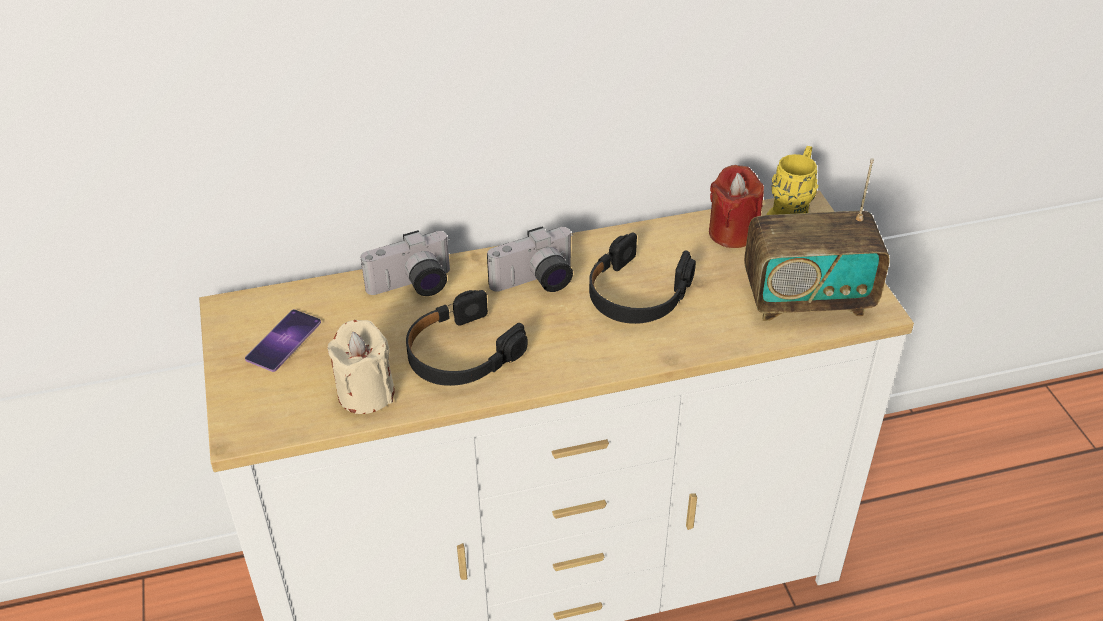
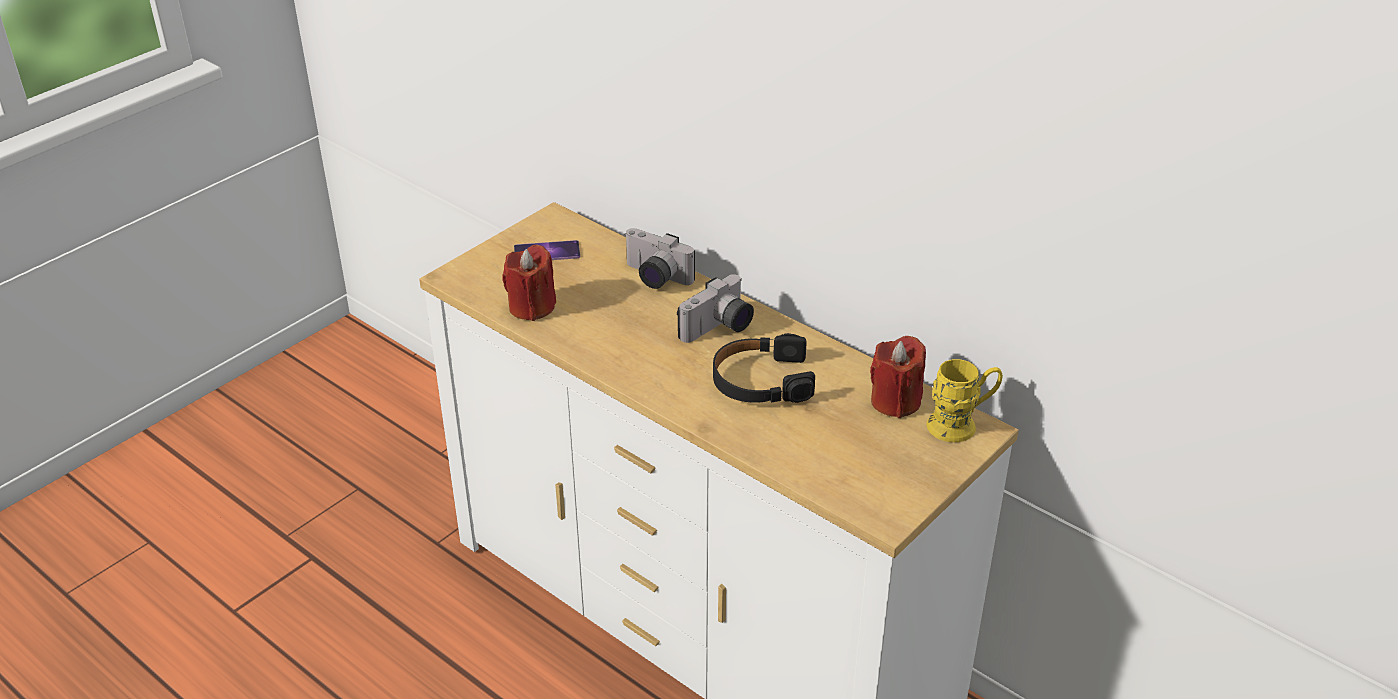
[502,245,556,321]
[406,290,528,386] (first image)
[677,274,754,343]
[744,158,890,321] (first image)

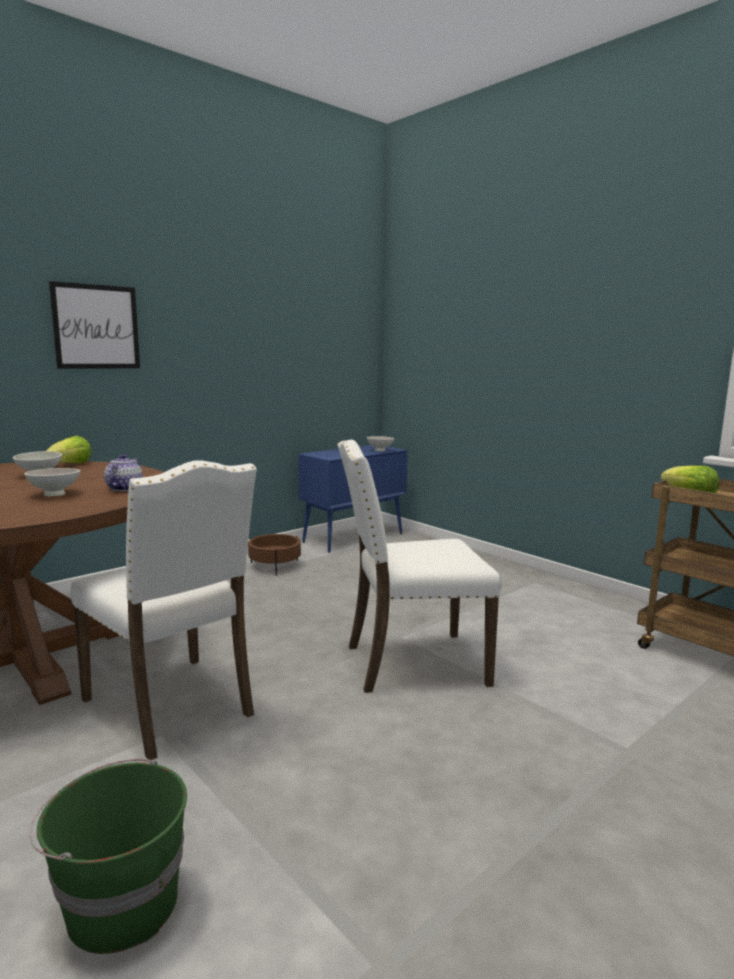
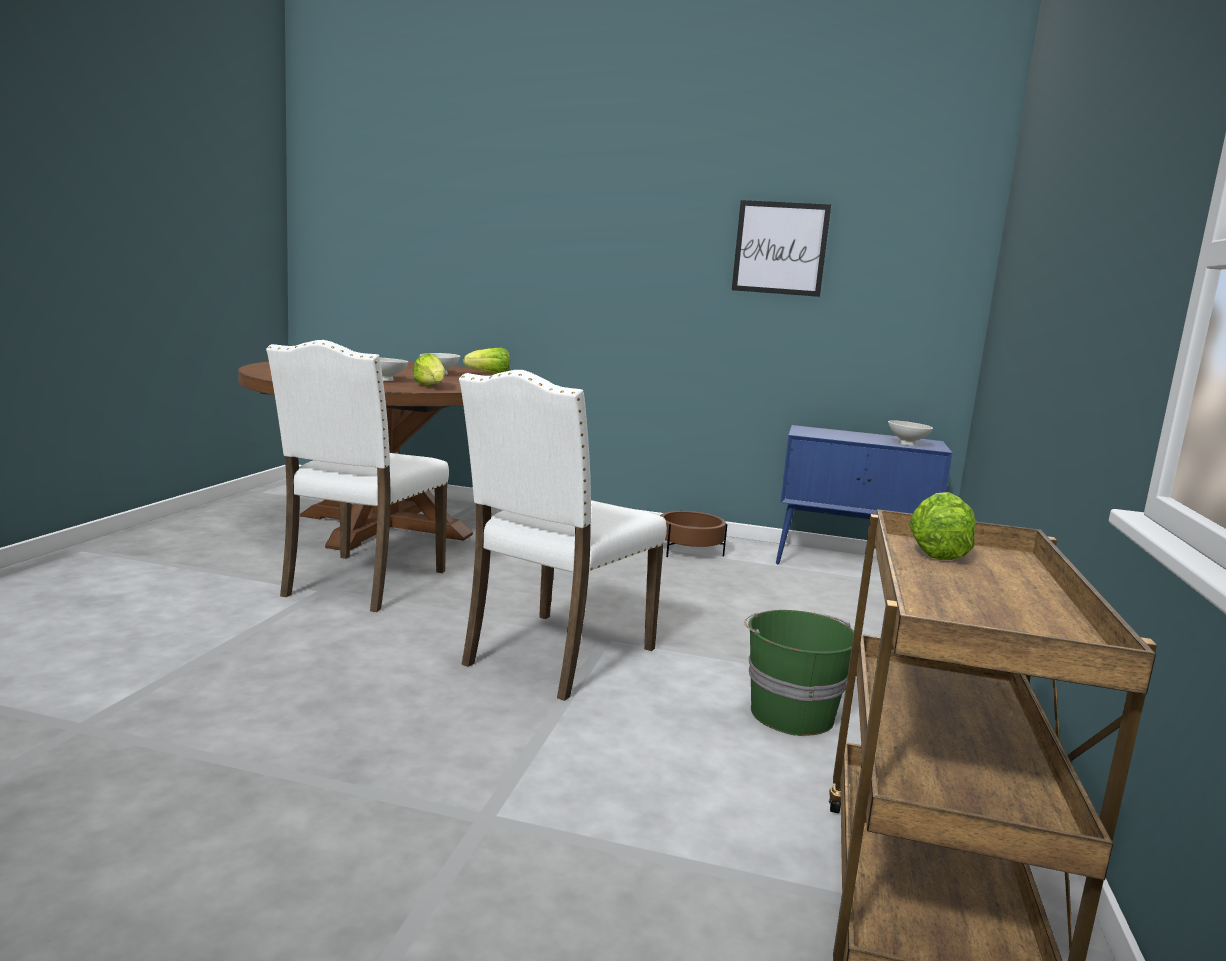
[744,610,854,736]
[732,200,831,297]
[413,353,445,385]
[459,370,667,701]

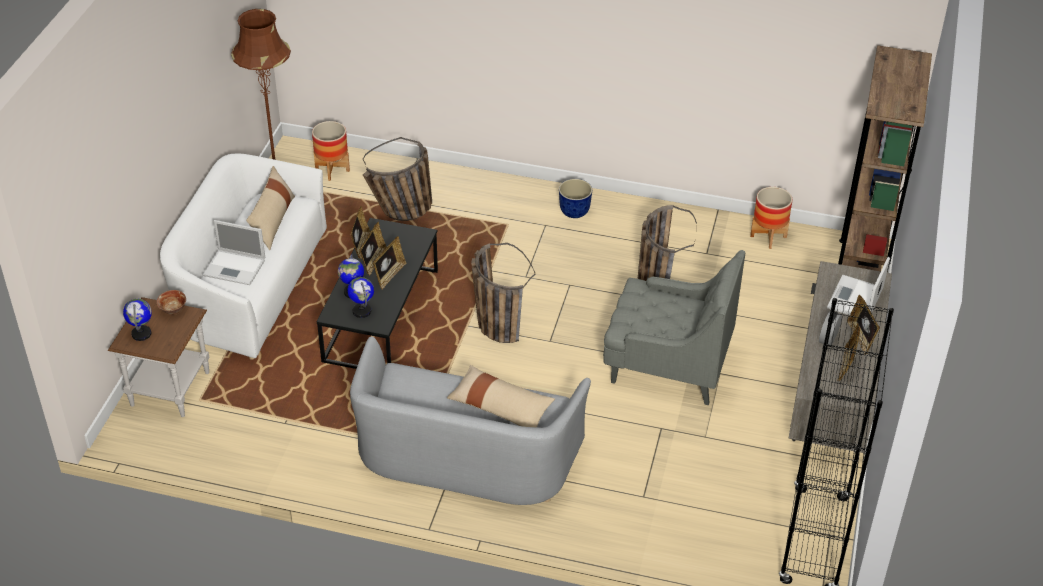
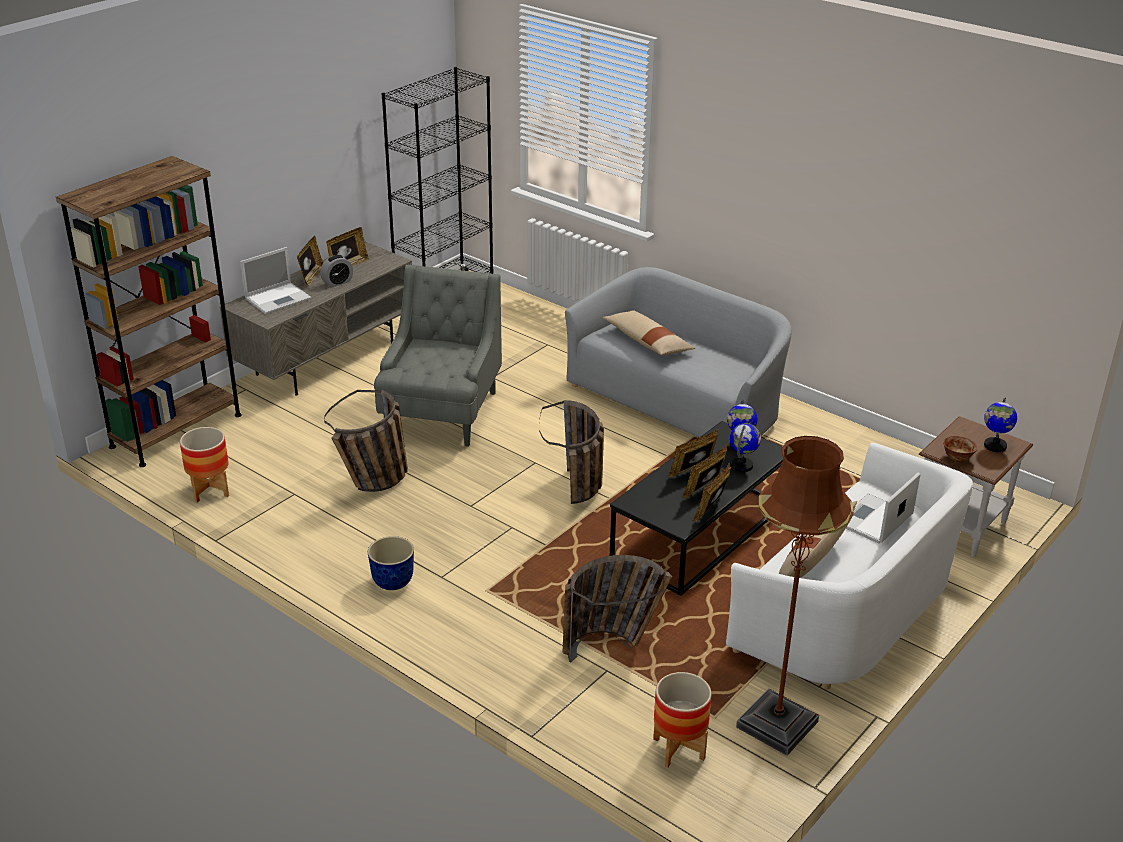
[846,472,921,544]
[374,265,502,447]

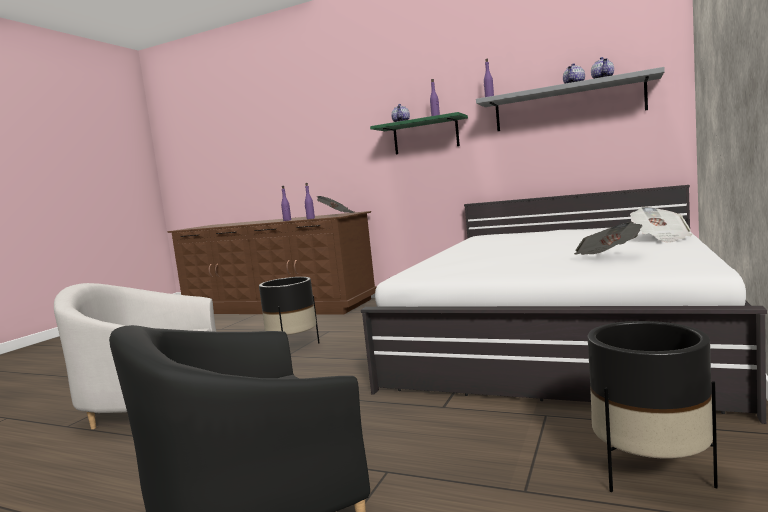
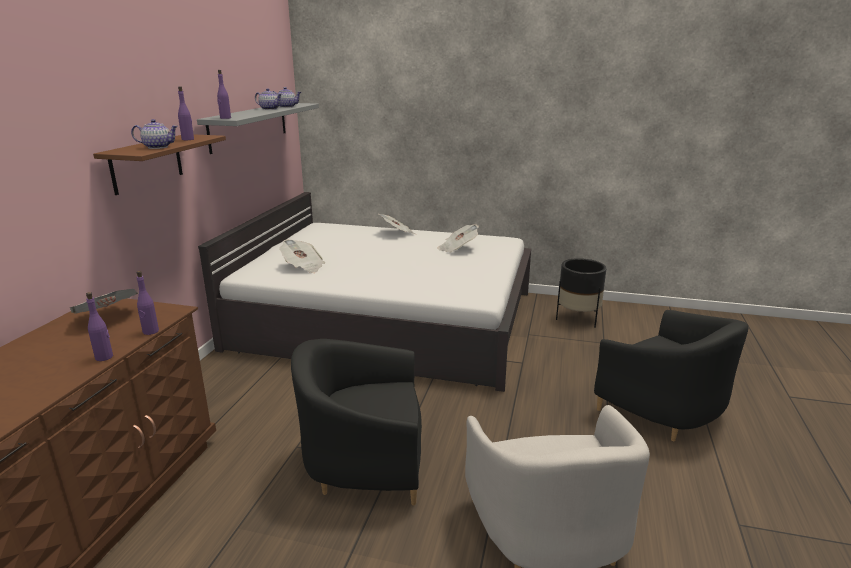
[291,339,422,505]
[93,134,226,195]
[279,239,325,273]

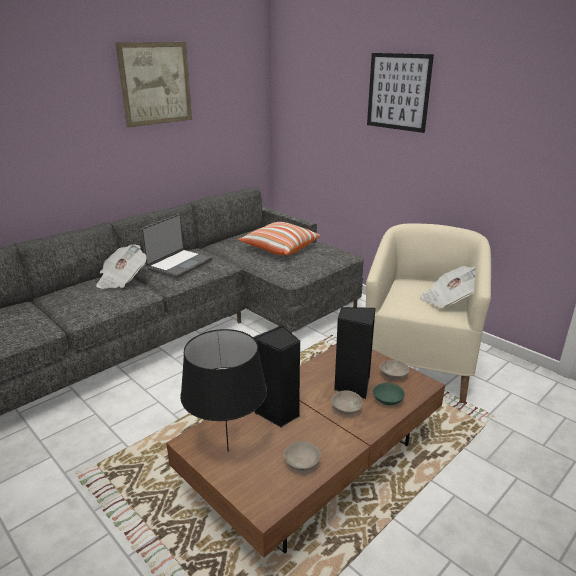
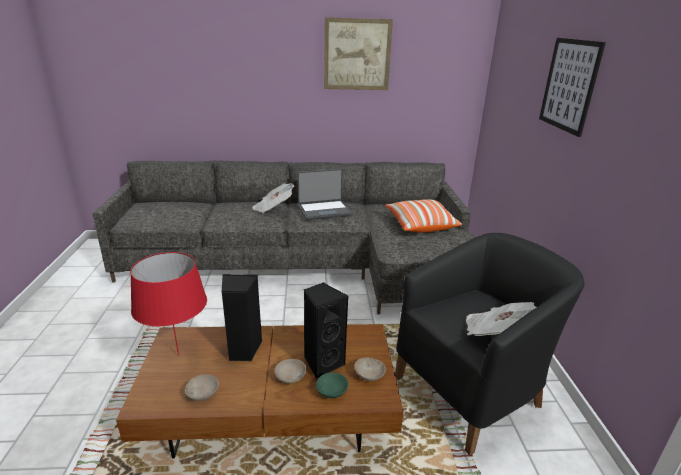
[130,252,207,356]
[395,233,584,455]

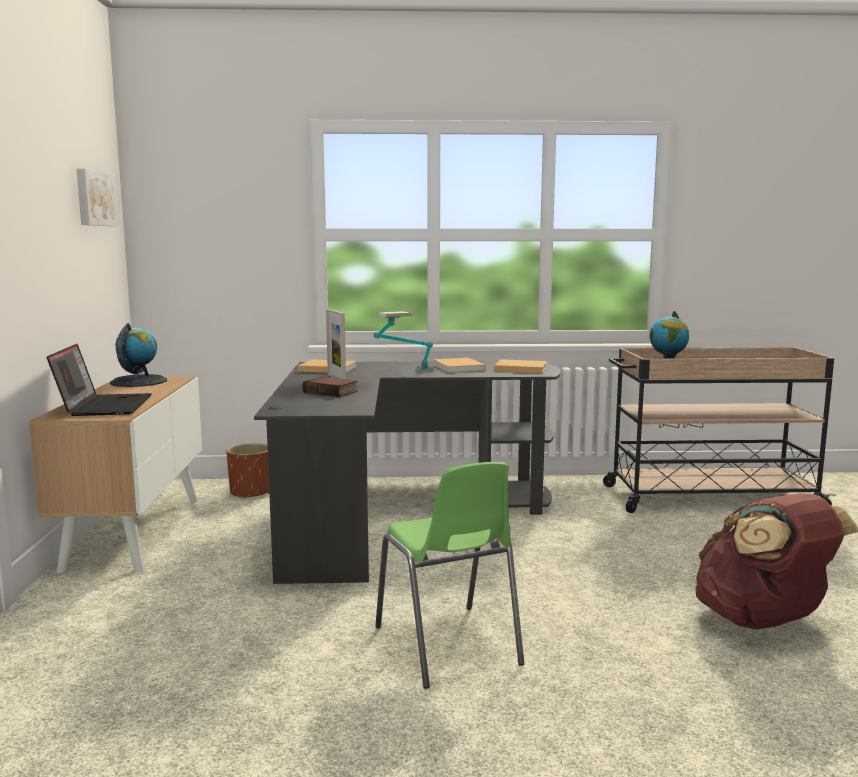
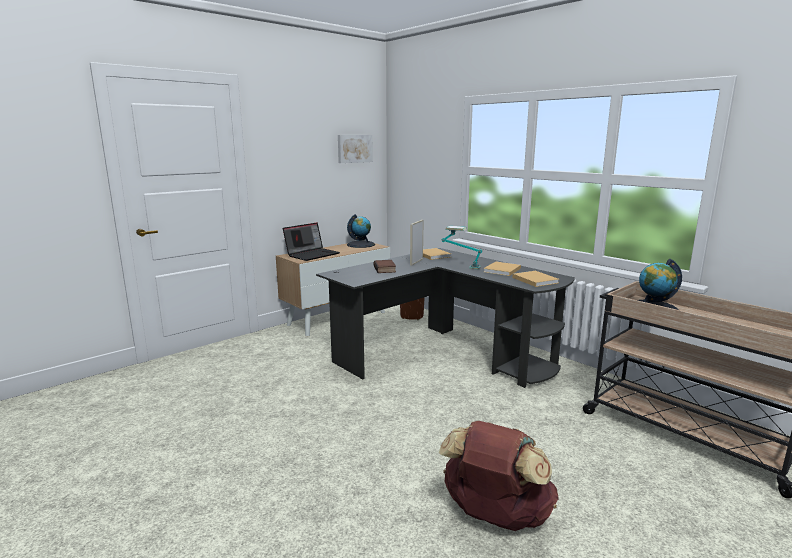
[375,462,524,689] (first image)

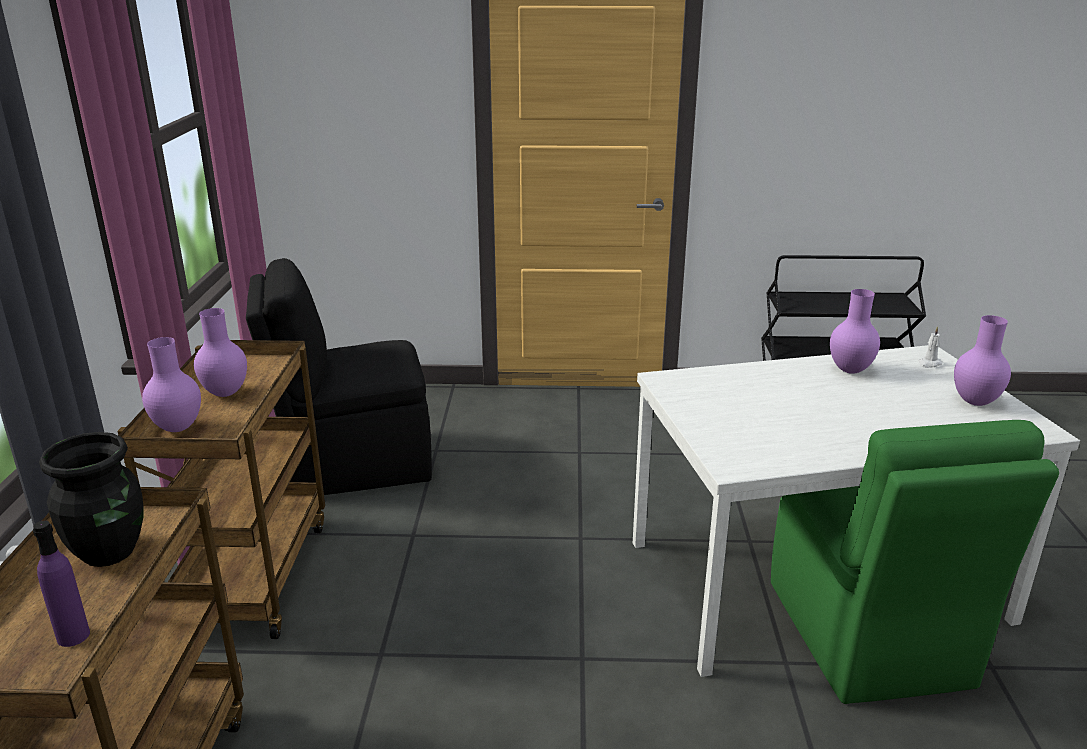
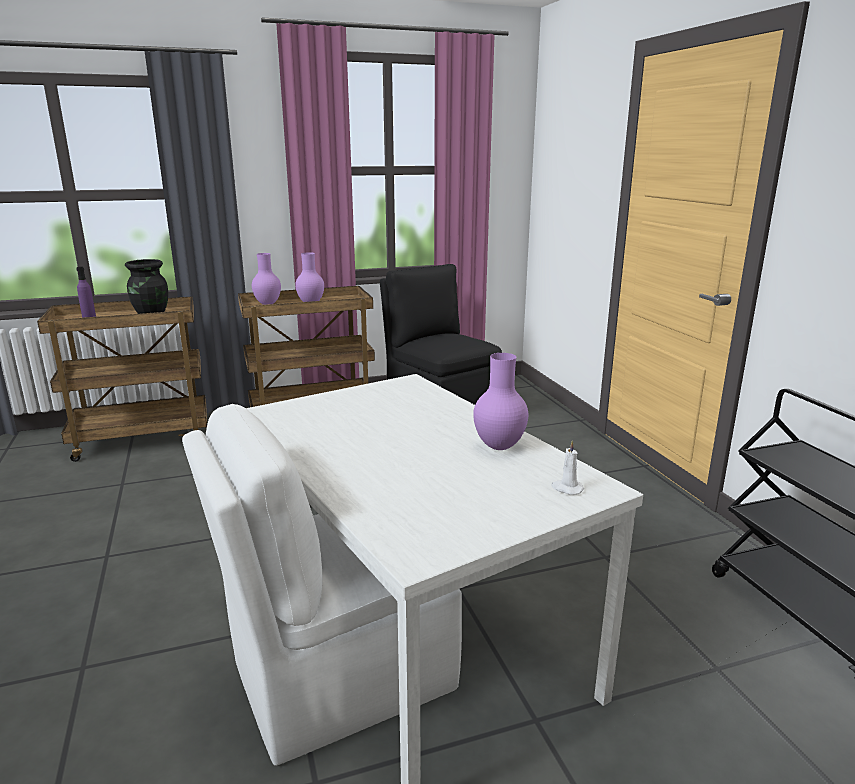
[182,404,462,766]
[954,315,1011,406] (first image)

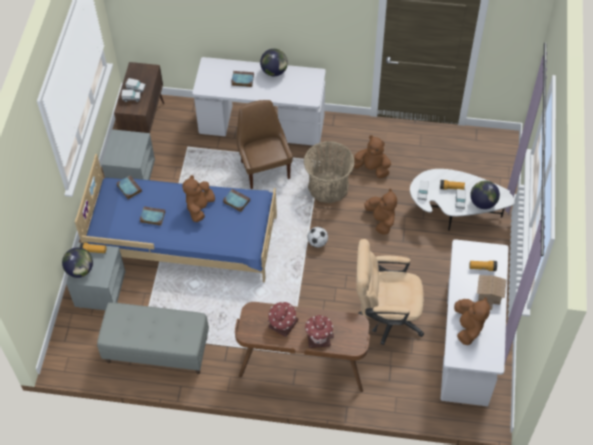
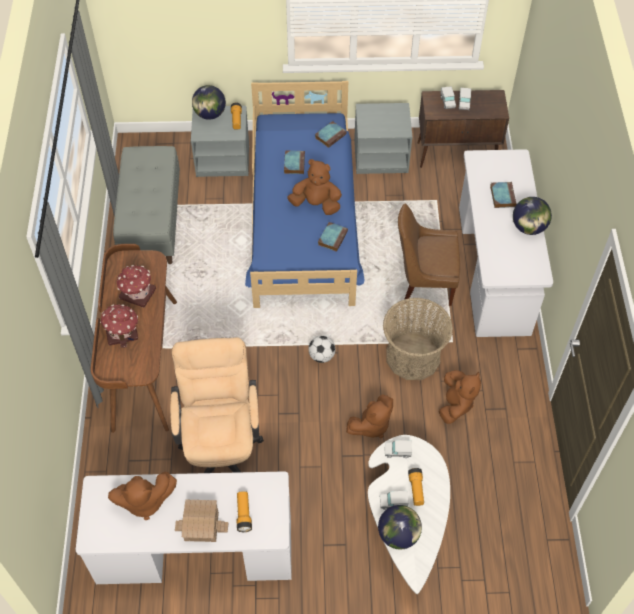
[398,204,460,306]

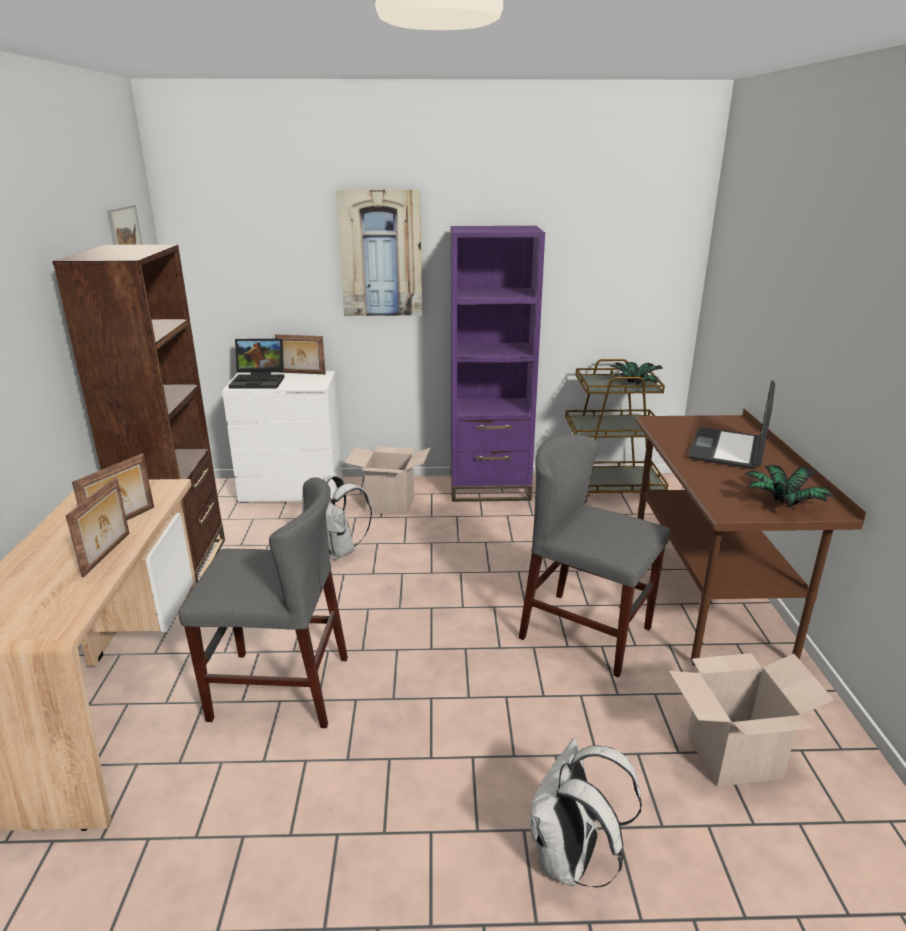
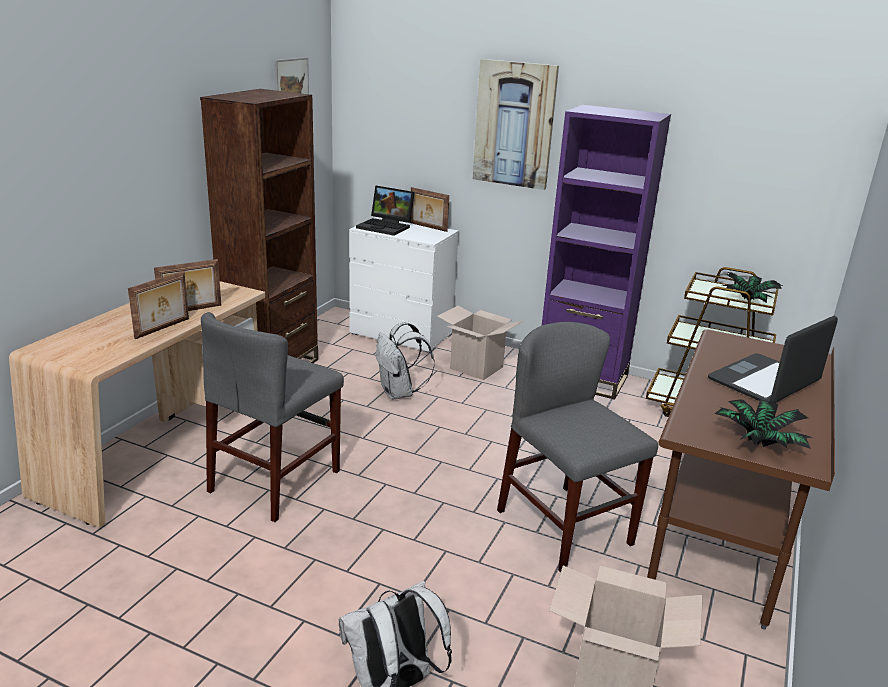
[201,312,344,522]

